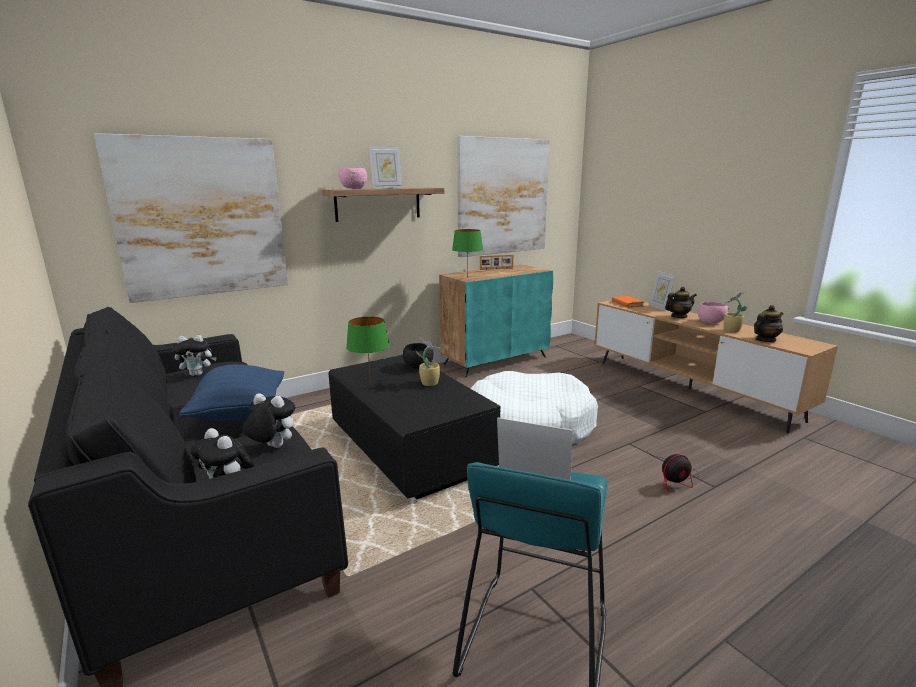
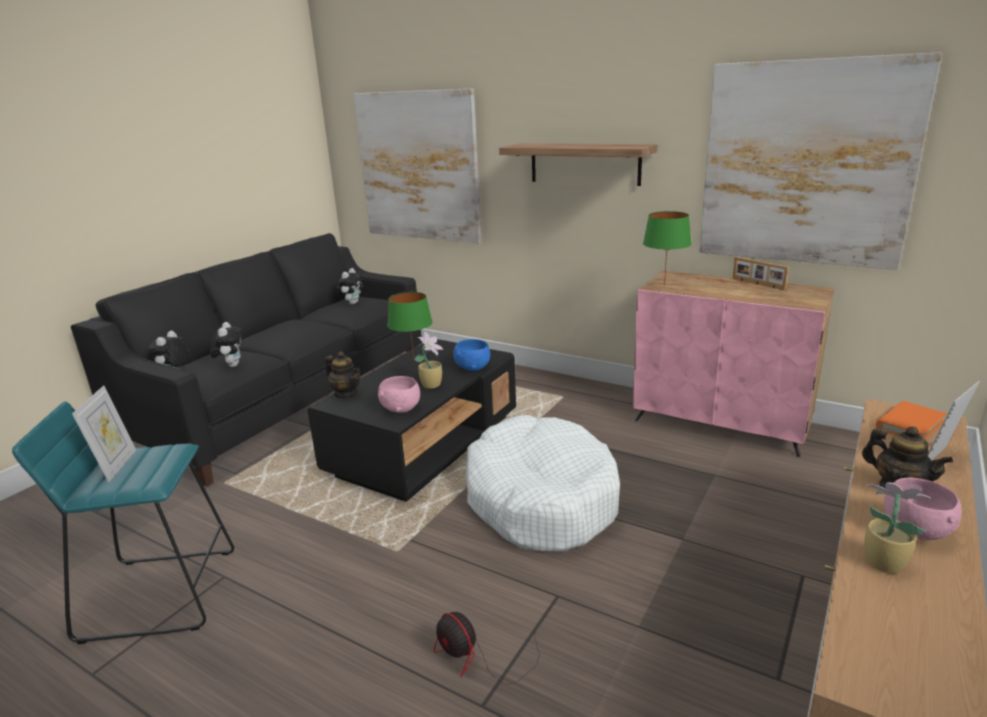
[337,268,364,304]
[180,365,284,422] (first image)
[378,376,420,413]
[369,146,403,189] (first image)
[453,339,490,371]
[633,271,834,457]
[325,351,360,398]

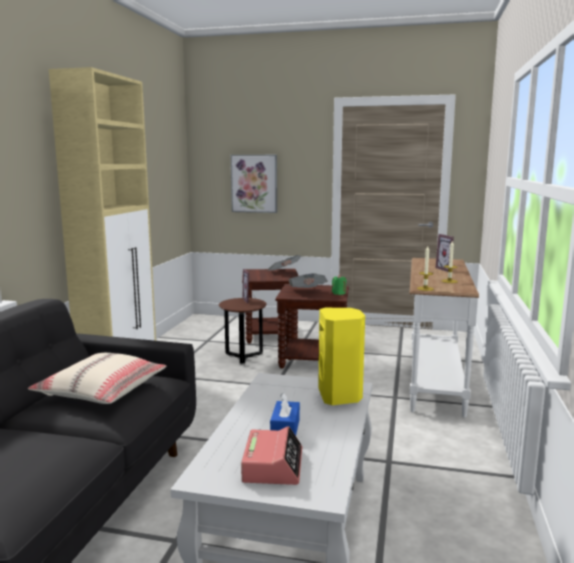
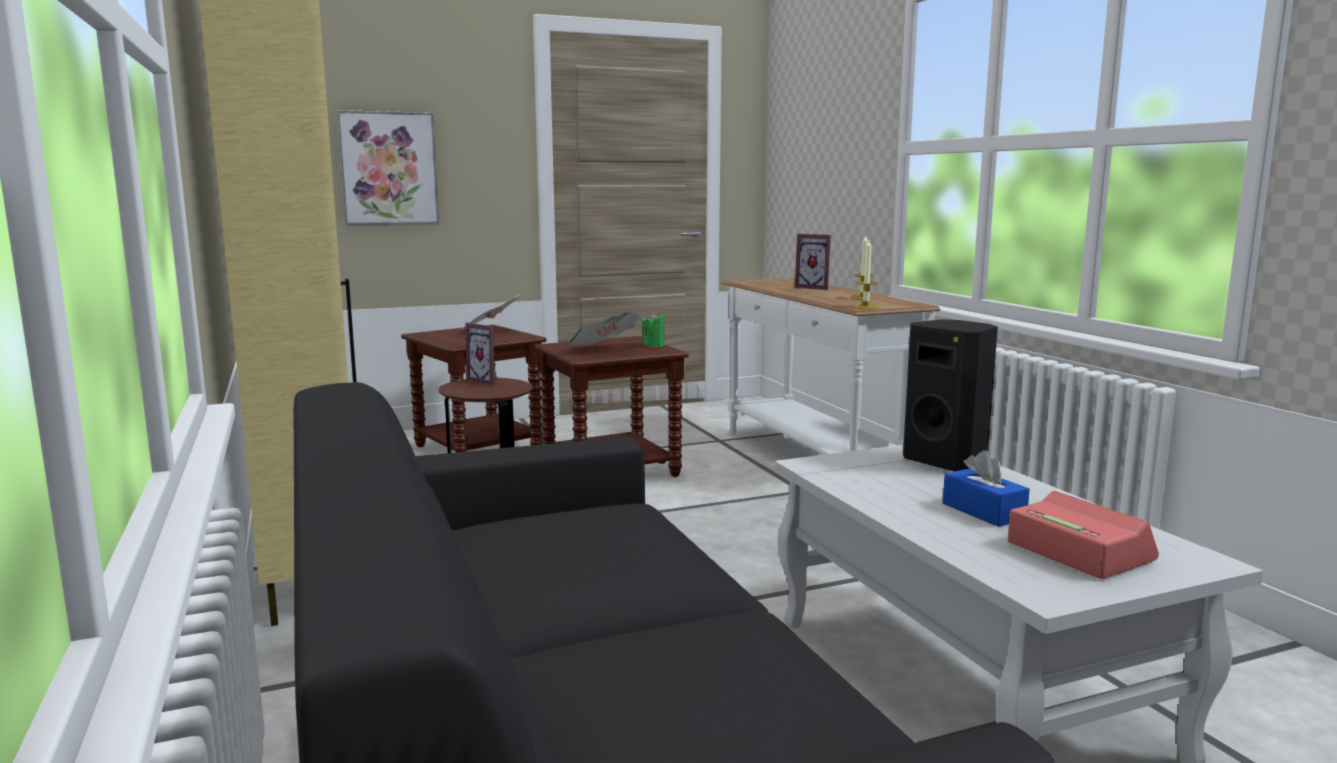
[28,353,166,404] (first image)
[903,319,998,471]

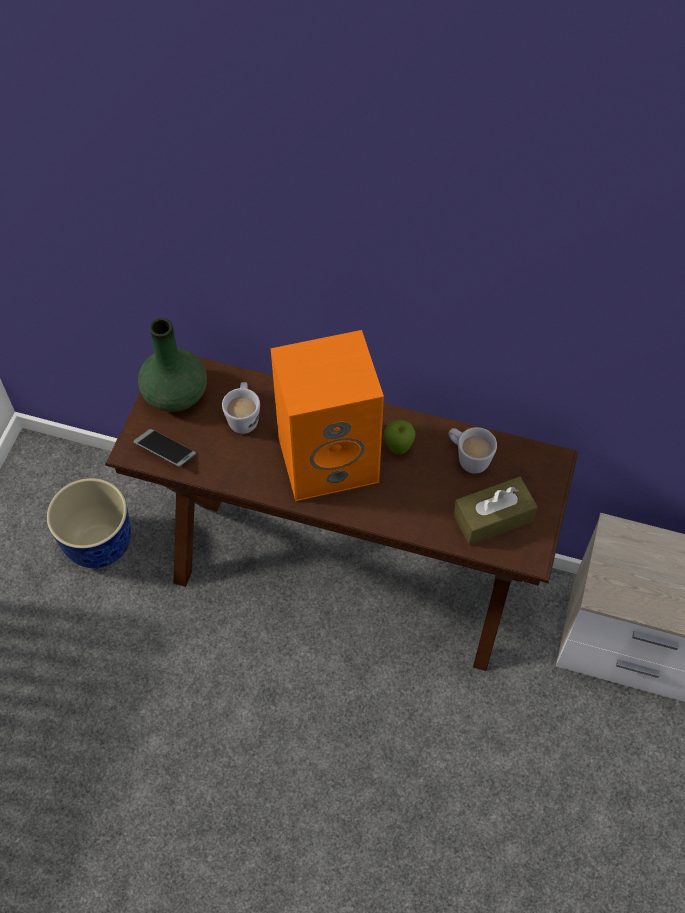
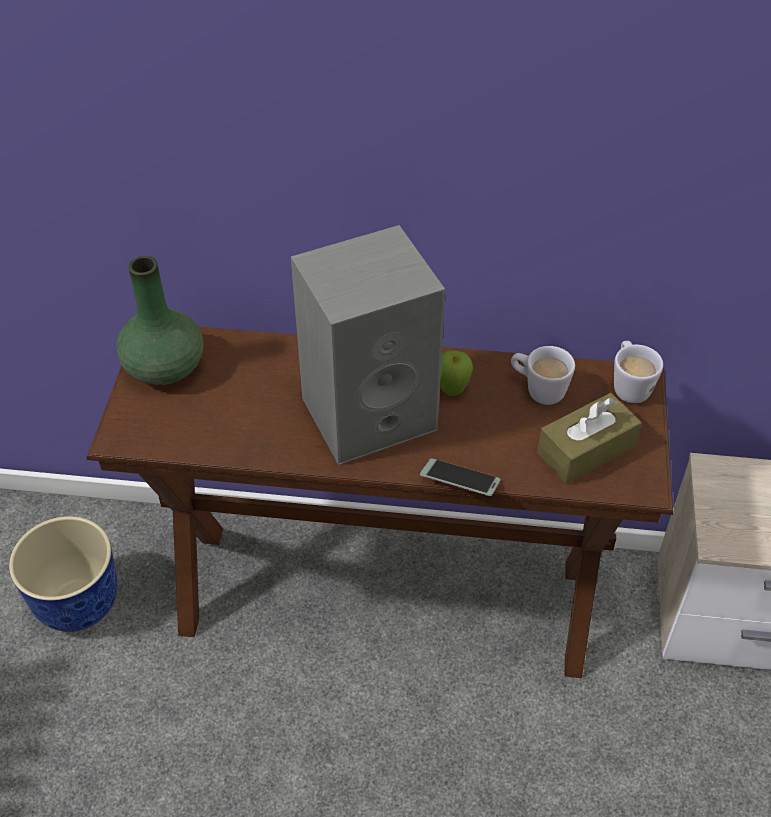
[420,458,501,496]
[614,341,663,403]
[291,225,445,465]

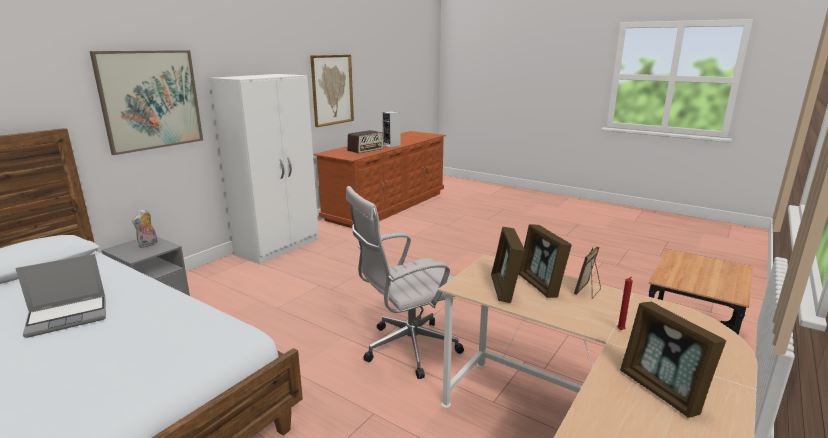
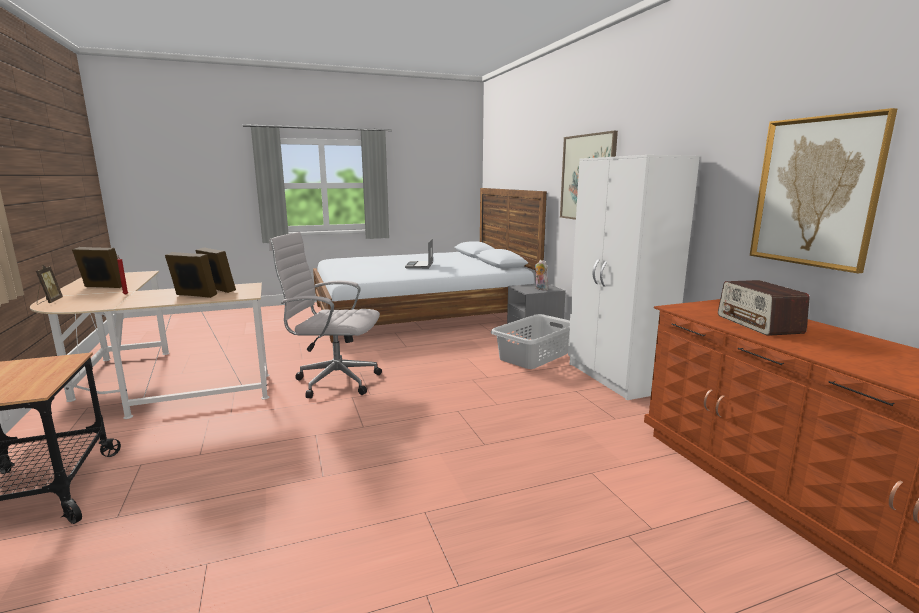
[269,232,382,399]
[382,111,401,148] (first image)
[36,265,63,305]
[491,314,570,369]

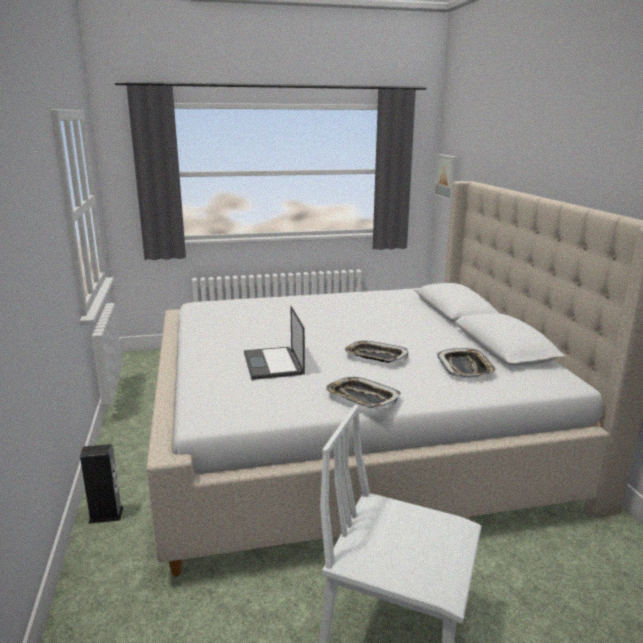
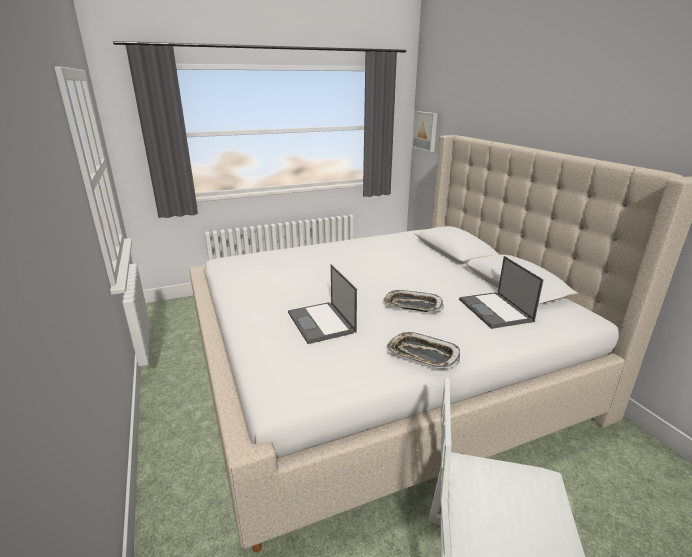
[80,444,123,524] (first image)
[459,256,543,329]

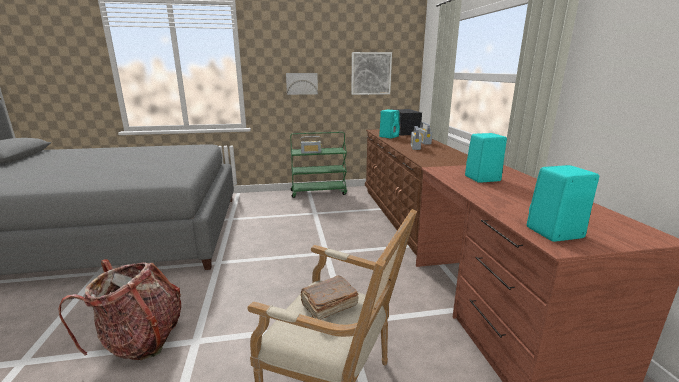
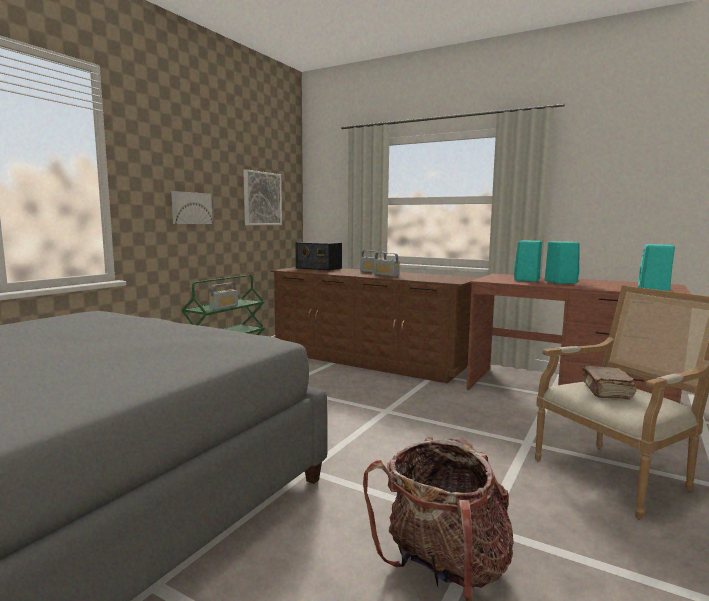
[545,241,580,284]

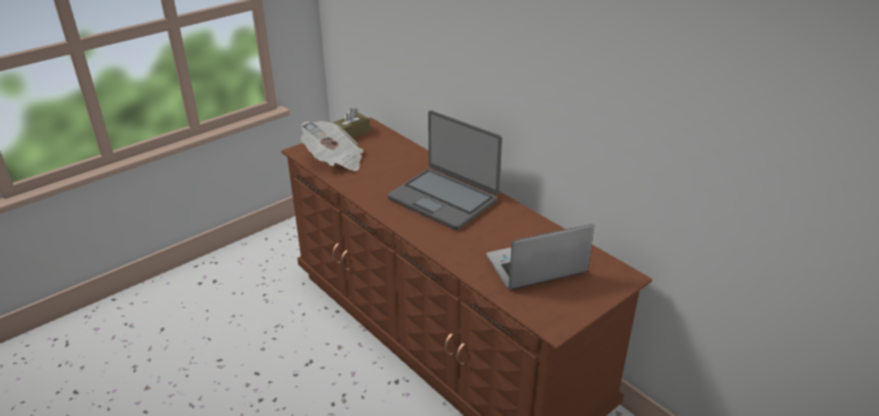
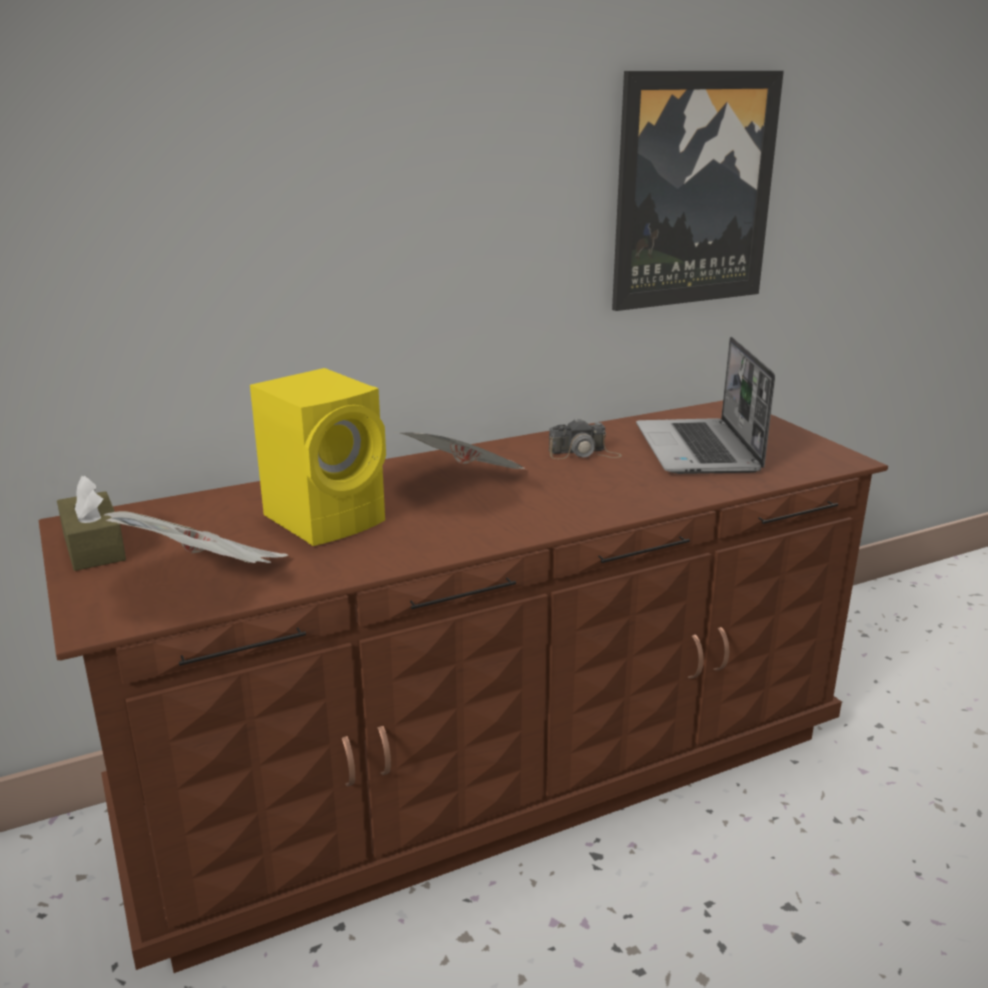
[400,432,525,469]
[250,368,386,546]
[549,418,622,459]
[612,71,784,311]

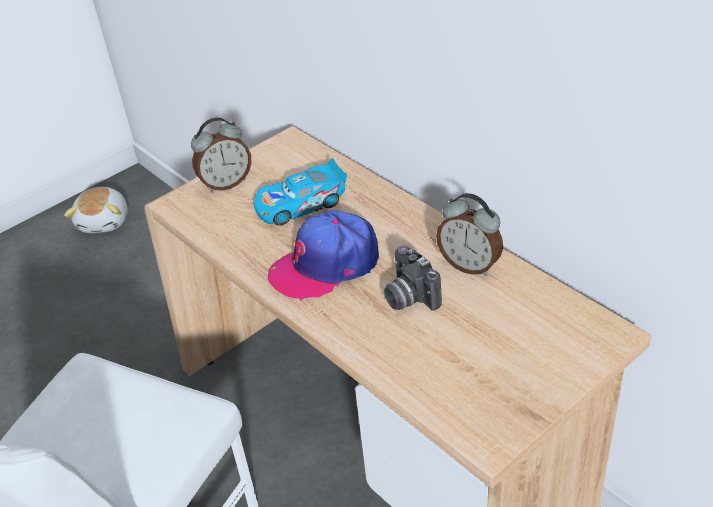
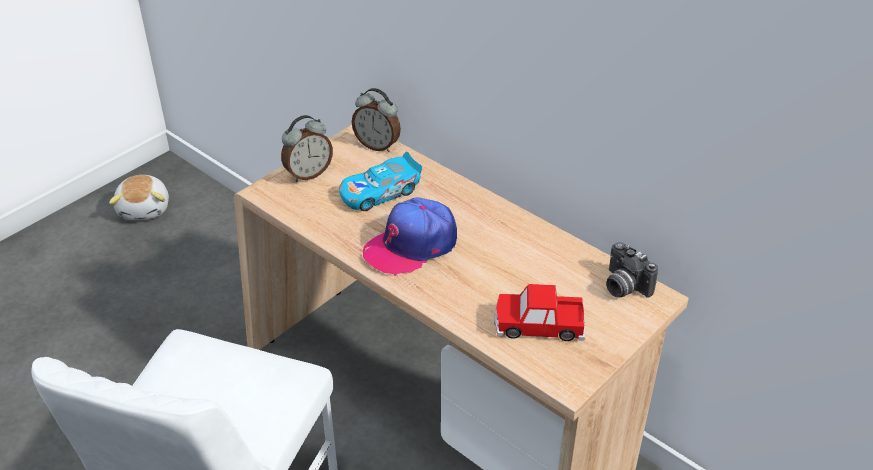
[606,242,658,298]
[352,88,401,152]
[494,284,585,341]

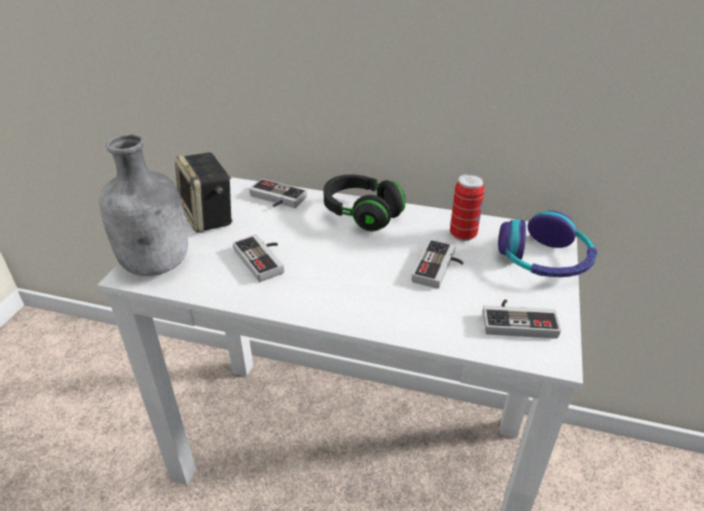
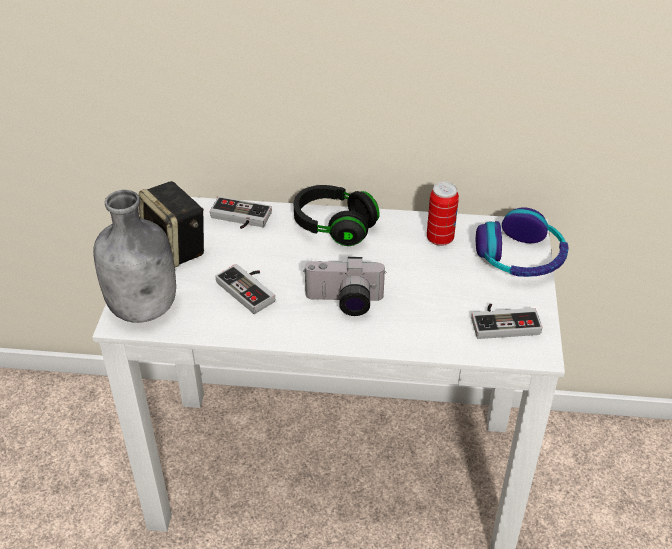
[412,239,464,289] (first image)
[303,257,387,316]

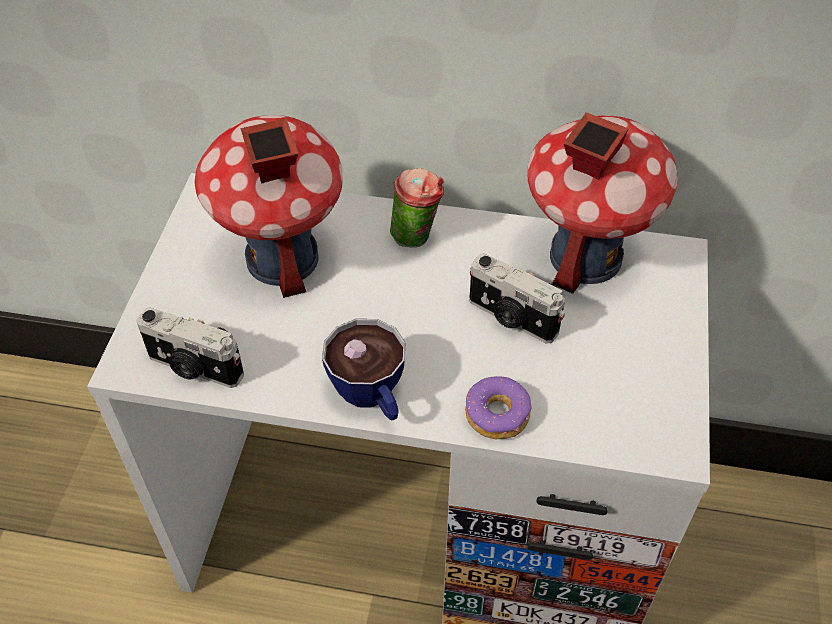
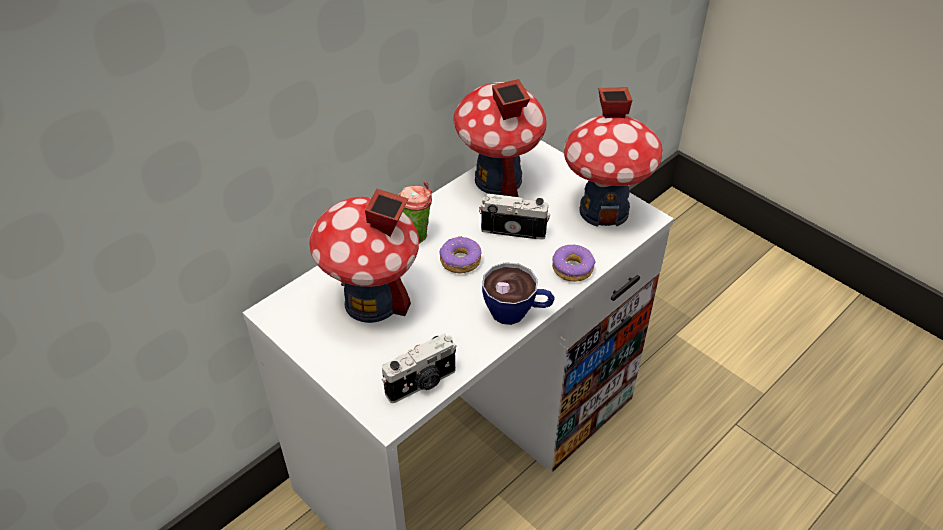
[479,193,550,240]
[439,236,481,274]
[564,87,663,227]

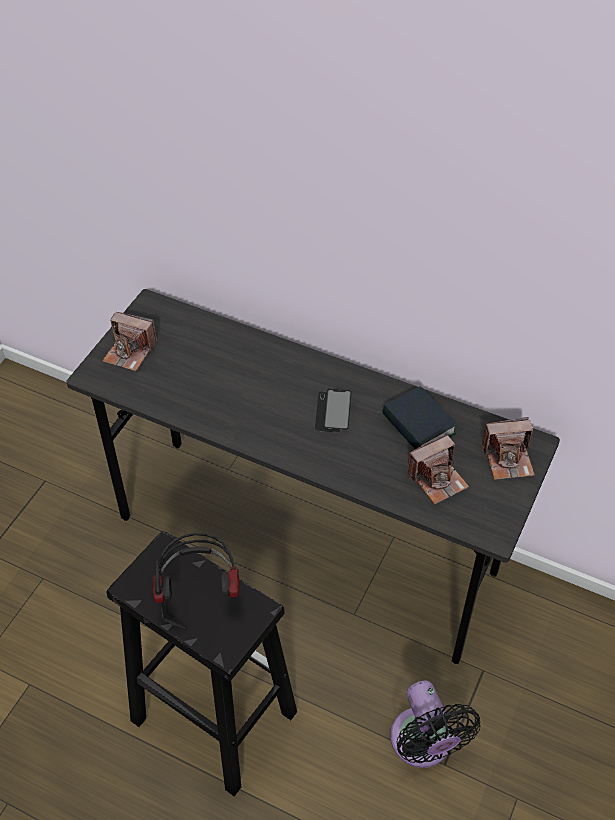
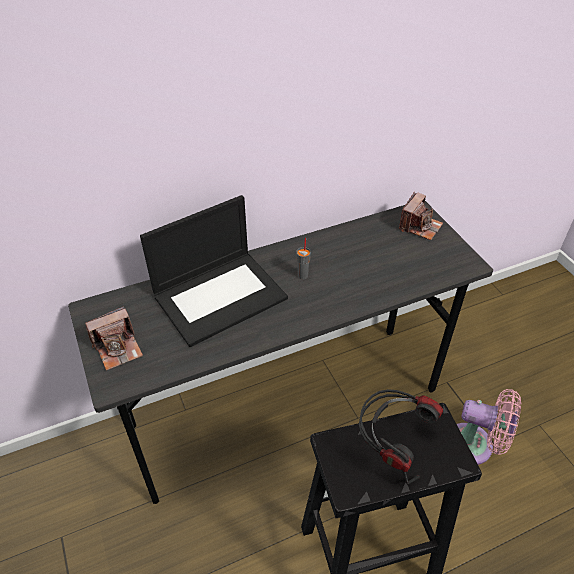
[296,238,311,279]
[382,386,457,449] (first image)
[457,389,521,465]
[407,433,469,504] (first image)
[140,195,288,347]

